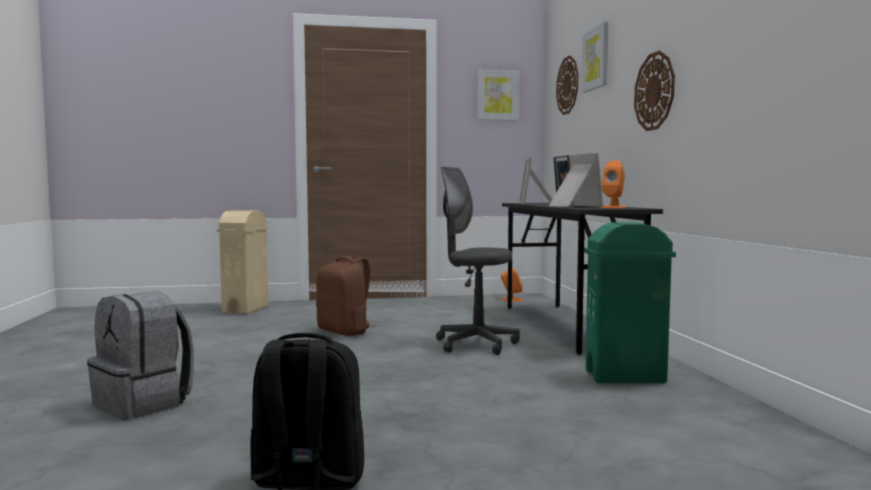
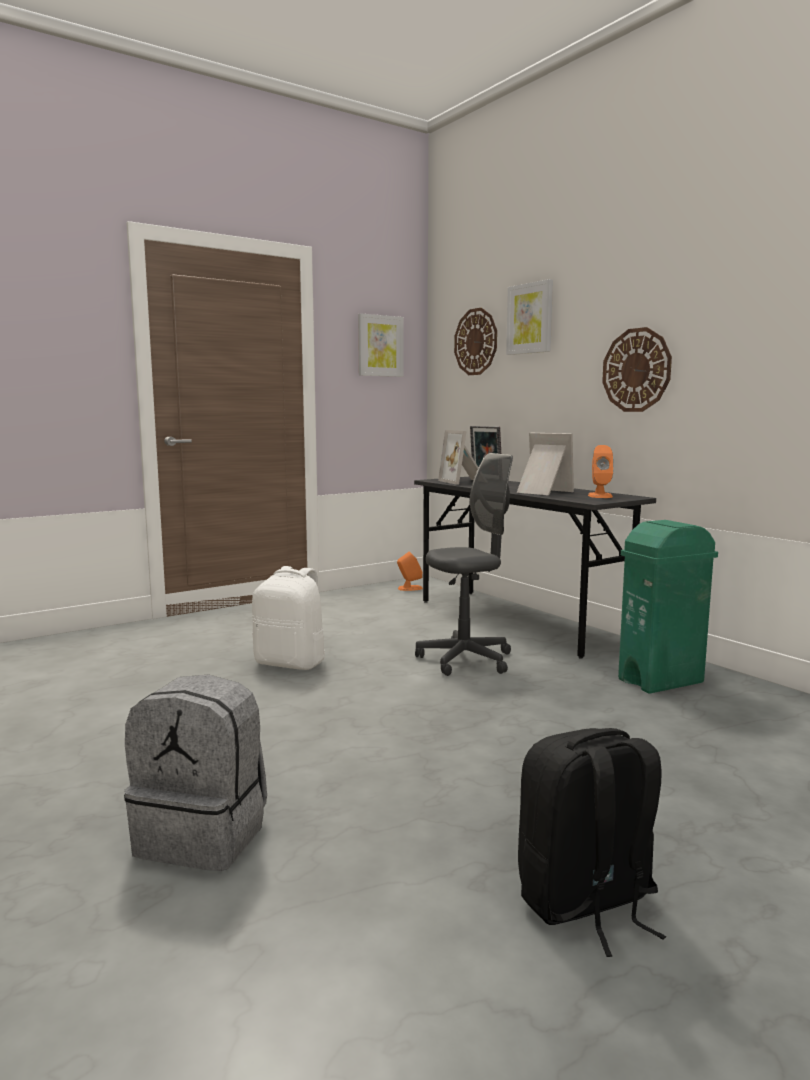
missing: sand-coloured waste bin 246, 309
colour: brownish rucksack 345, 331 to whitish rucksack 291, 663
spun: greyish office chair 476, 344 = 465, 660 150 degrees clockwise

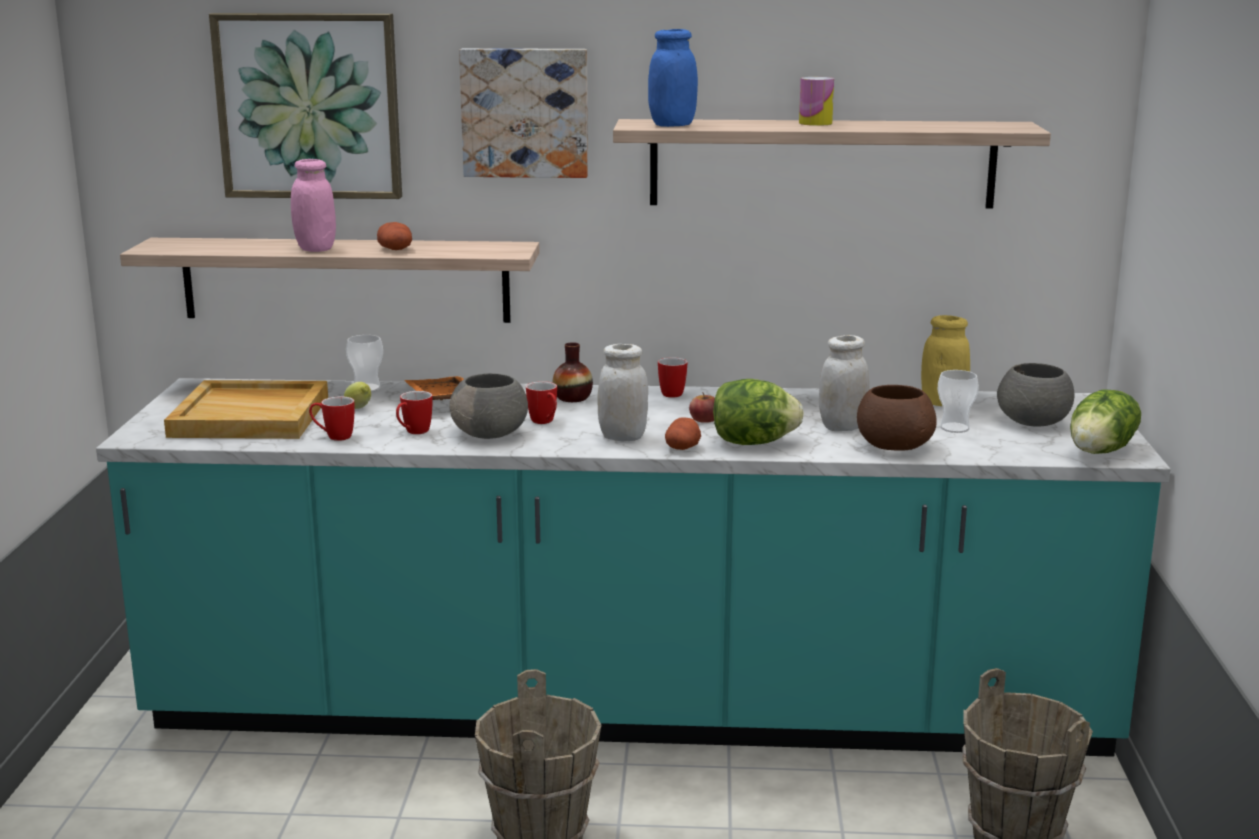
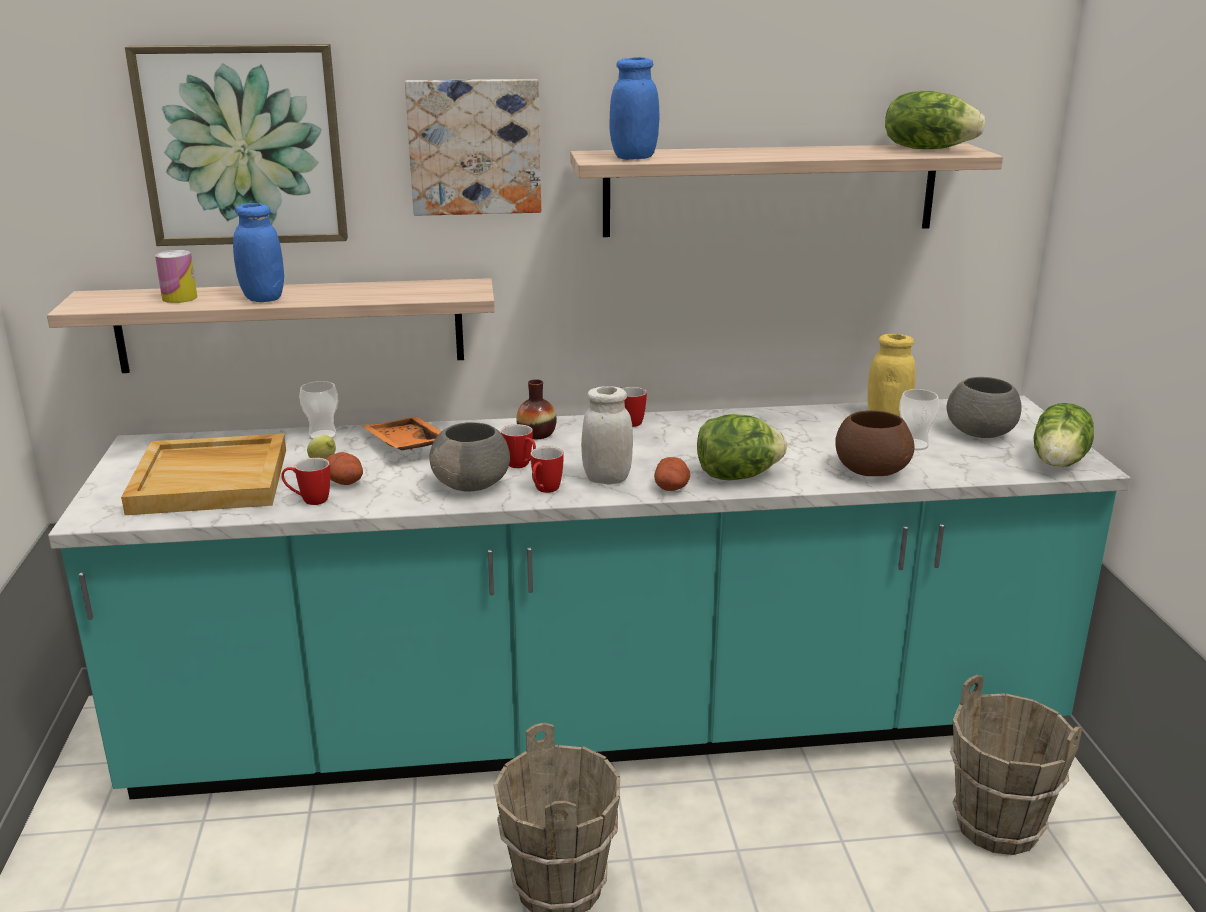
missing: apple fruit 704, 419; whitish preserve jar 842, 427
appeared: head of lettuce 927, 149
relocated: potato 396, 249 to 345, 482; tea mug 413, 432 to 544, 491; sealed can 815, 123 to 179, 298
colour: pink-coloured preserve jar 315, 249 to blue-coloured preserve jar 263, 298

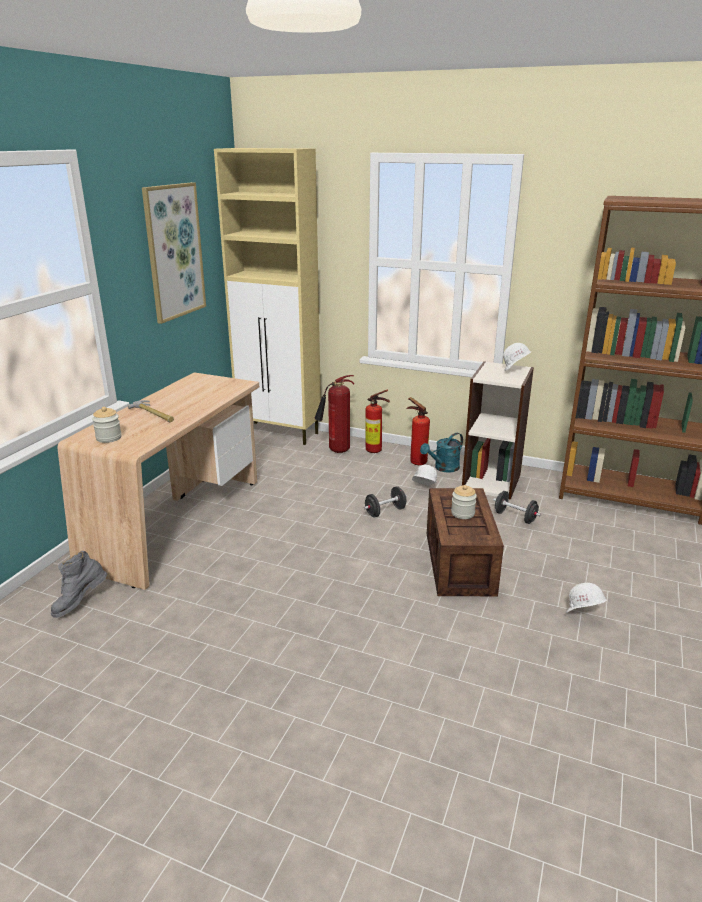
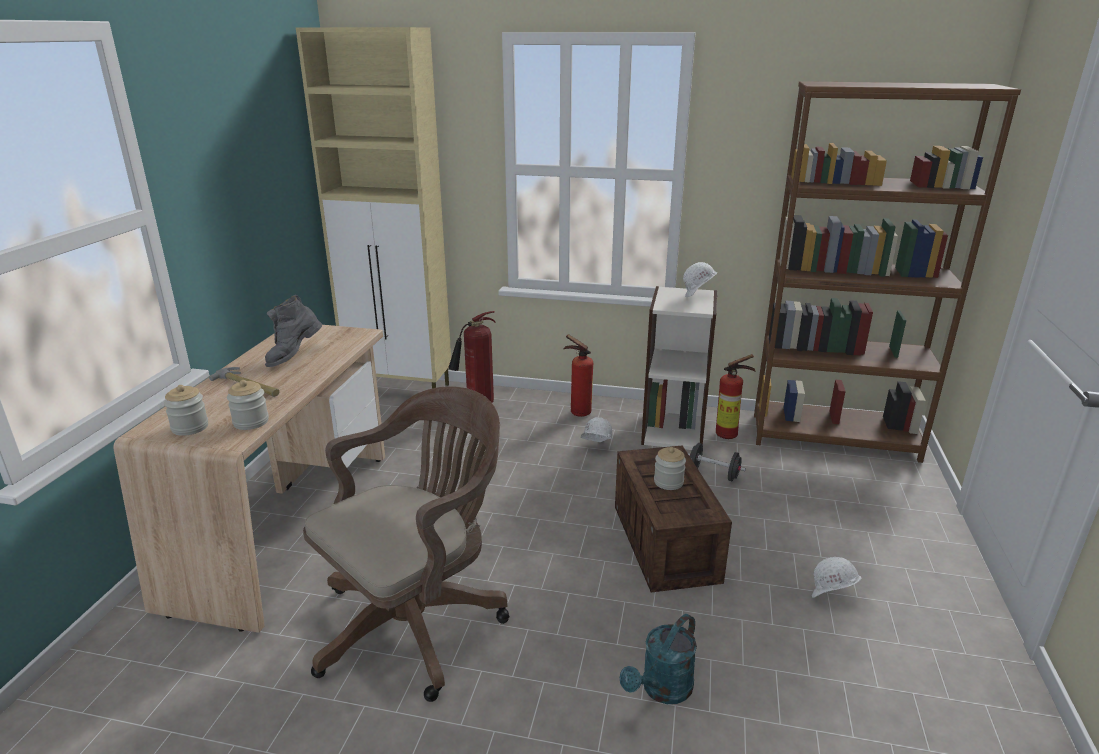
missing: picture 174, 252; black free weight 385, 511
appeared: preserve jar 251, 422; brownish office chair 418, 621
relocated: greyish boot 80, 603 to 294, 357; extinguisher 376, 451 to 730, 435; turquoise watering pot 443, 468 to 662, 690

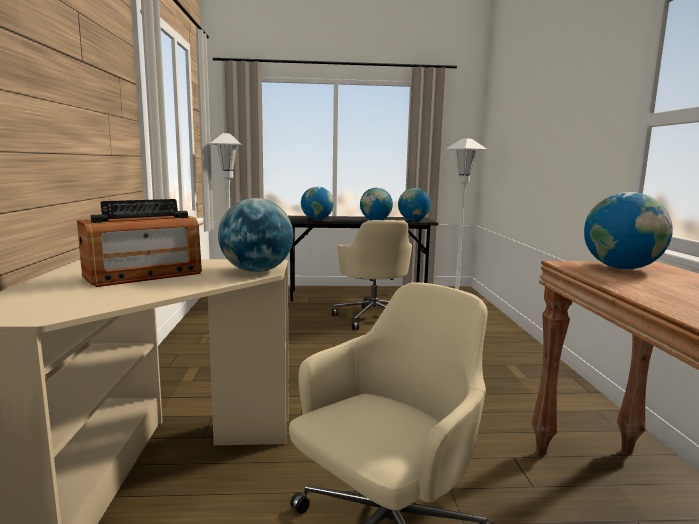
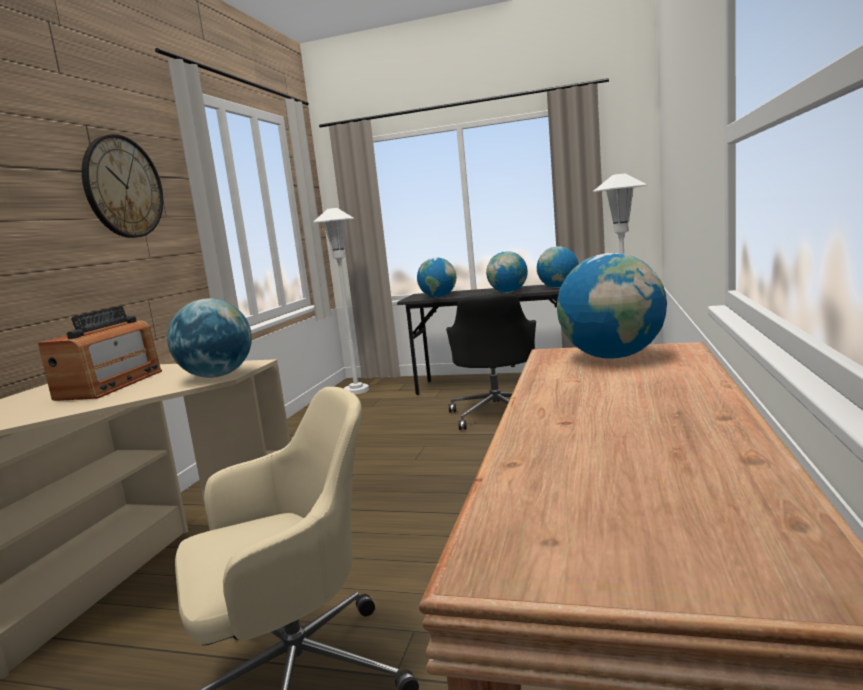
appeared: wall clock 123, 187
colour: sand-coloured office chair 373, 317 to black office chair 497, 413
spun: radio 143, 275 = 111, 385 60 degrees counterclockwise

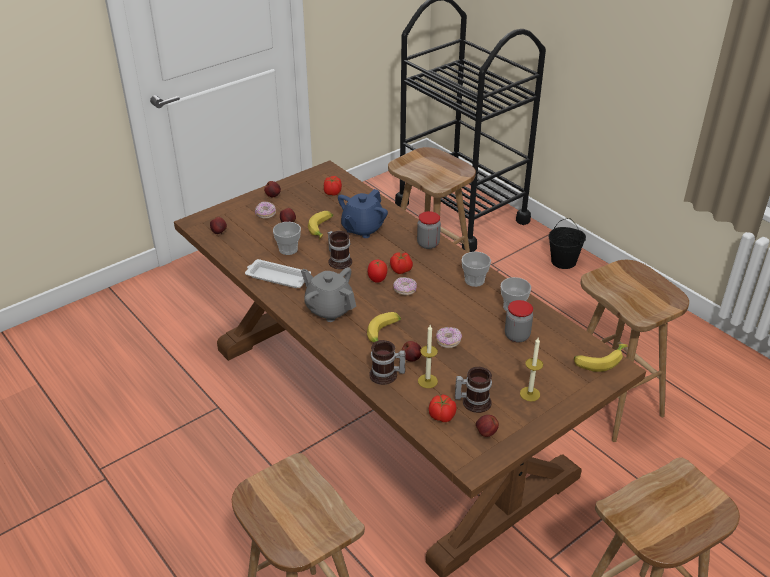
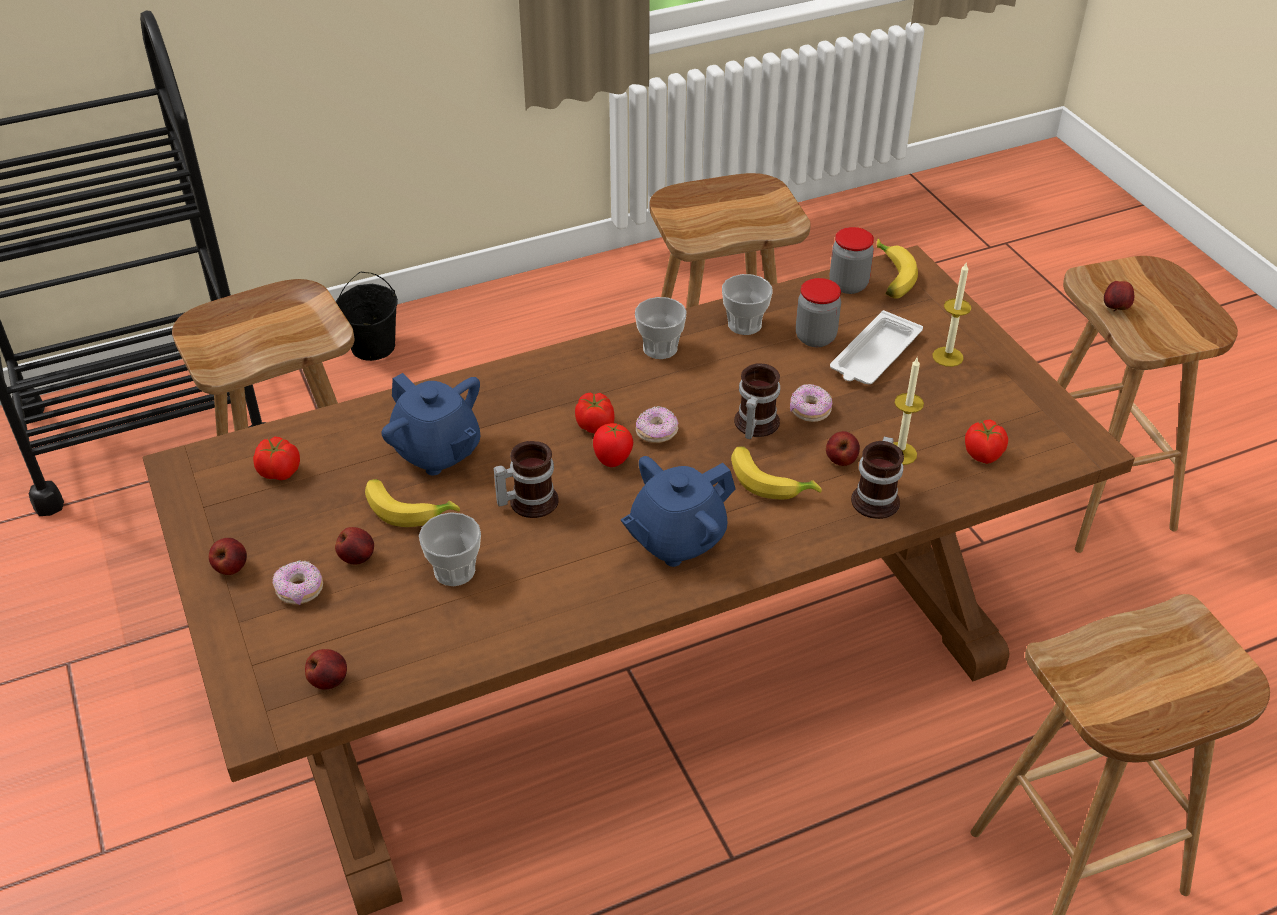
relocated: whitish carrying tray 277, 277 to 874, 356; preserve jar 428, 244 to 848, 285; tea mug 473, 401 to 753, 424; apple fruit 486, 433 to 1115, 308
colour: greyish teapot 329, 309 to blue-coloured teapot 676, 539

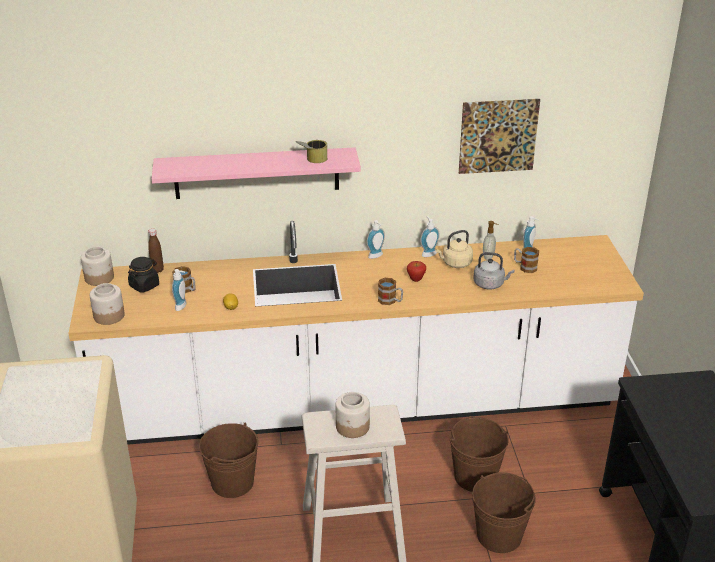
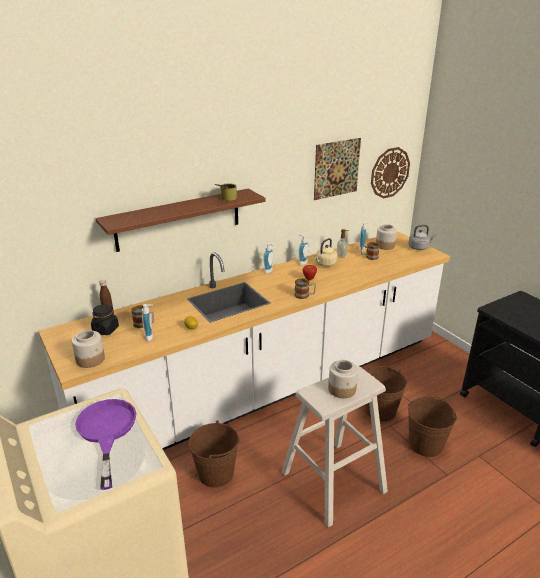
appeared: purple-coloured skillet 106, 432; wall clock 389, 172
relocated: preserve jar 99, 278 to 385, 246; greyish water kettle 490, 284 to 419, 247
colour: pink-coloured bracket shelf 256, 173 to brownish bracket shelf 178, 219

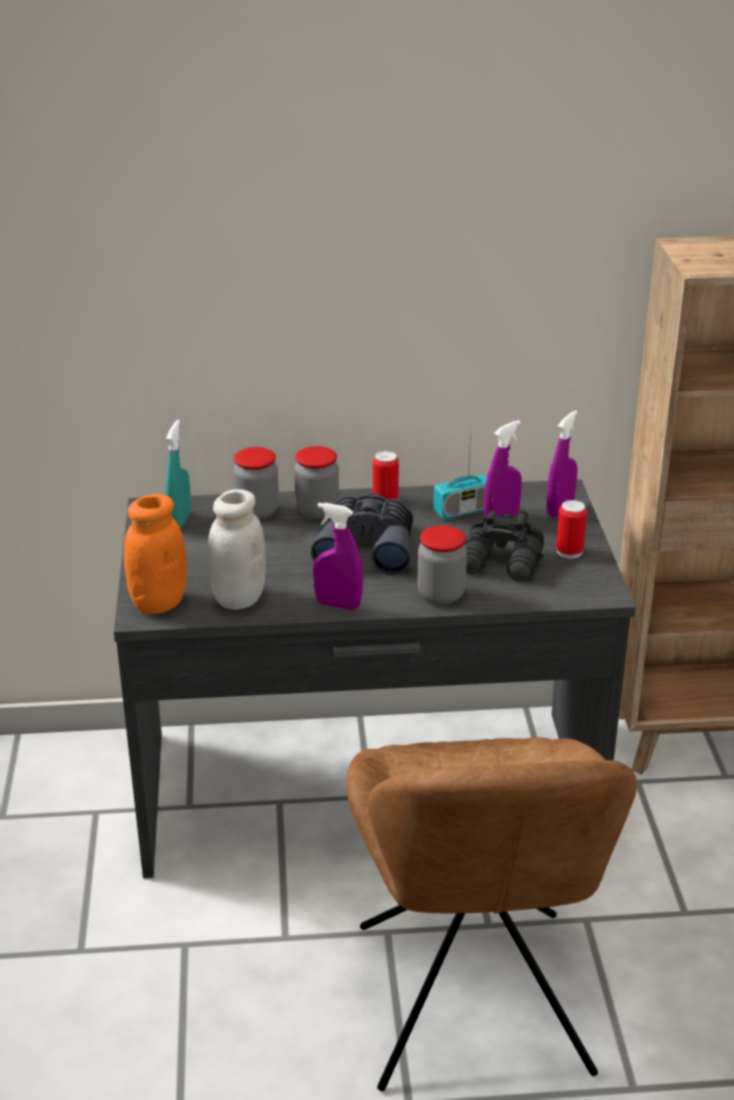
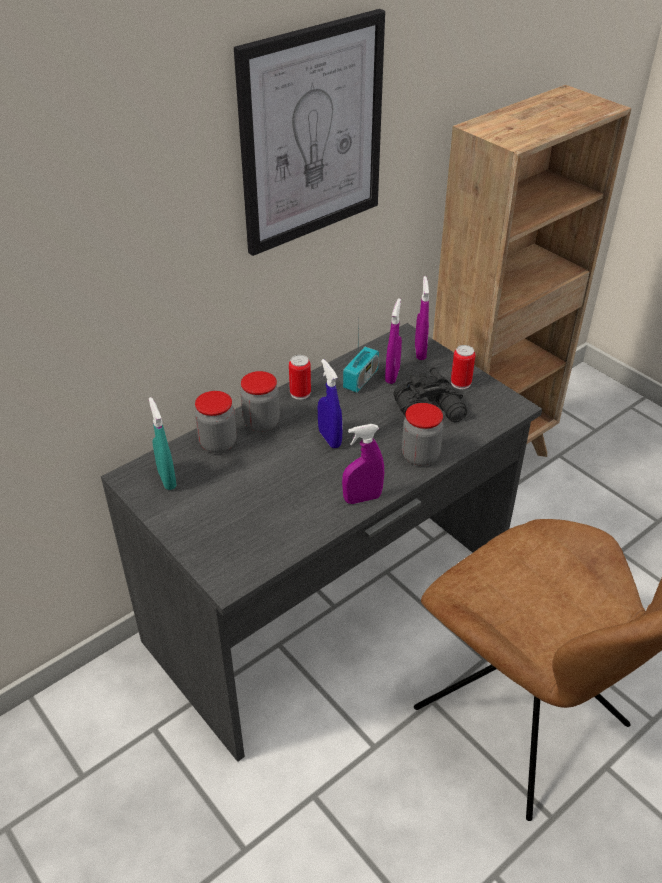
missing: orangey preserve jar 158, 603; whitish preserve jar 238, 598
appeared: picture 311, 134
exchanged: greyish pair of binoculars 367, 547 to blue-coloured spray bottle 329, 439

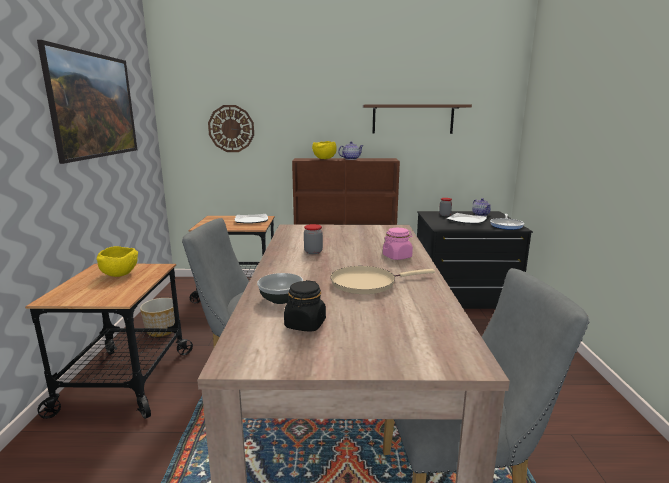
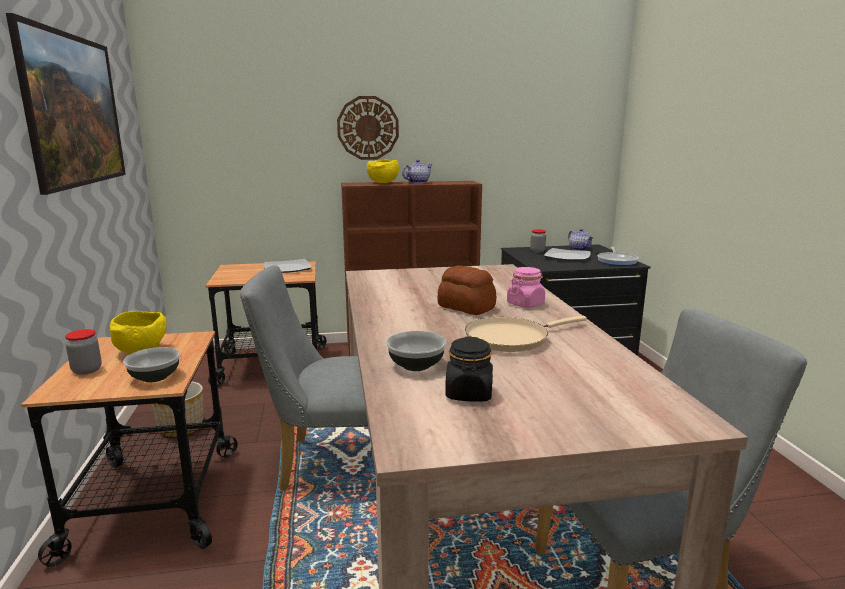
missing: brownish bracket shelf 413, 119
appeared: deep dish 155, 377; bakery bread 466, 308
relocated: wall clock 231, 128 to 368, 128; preserve jar 313, 252 to 87, 370

